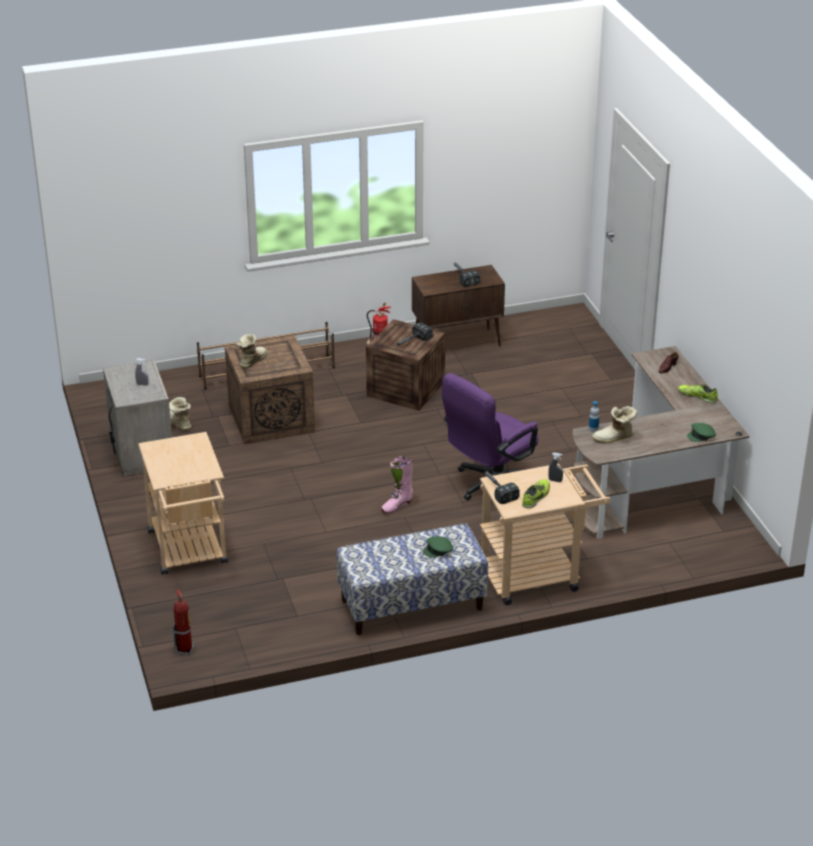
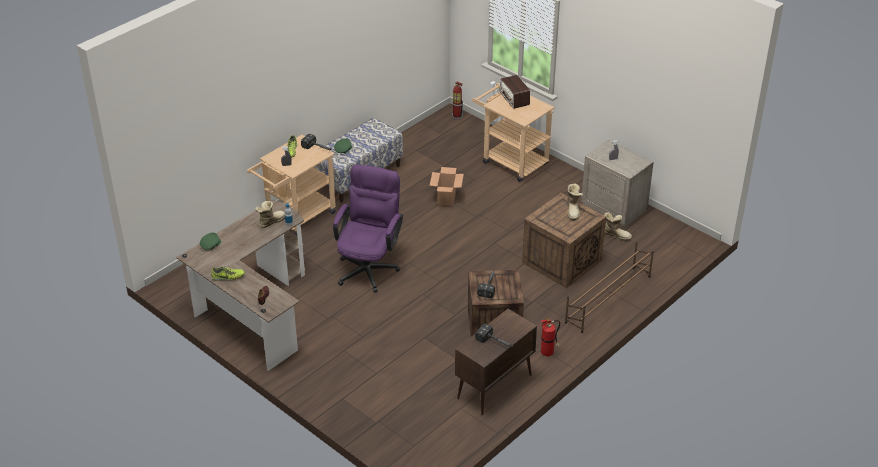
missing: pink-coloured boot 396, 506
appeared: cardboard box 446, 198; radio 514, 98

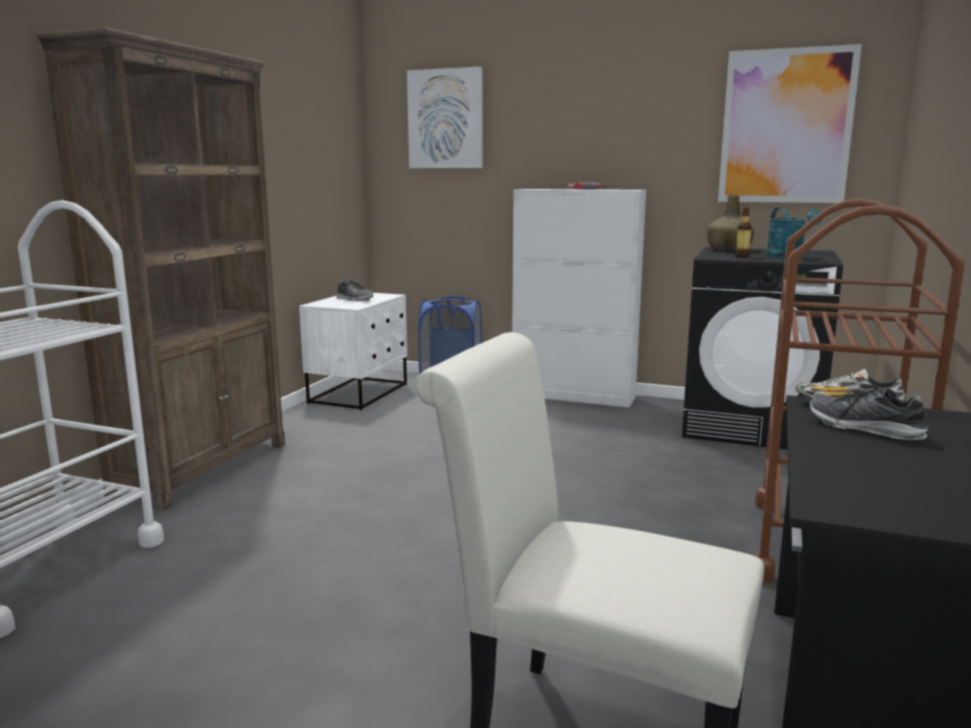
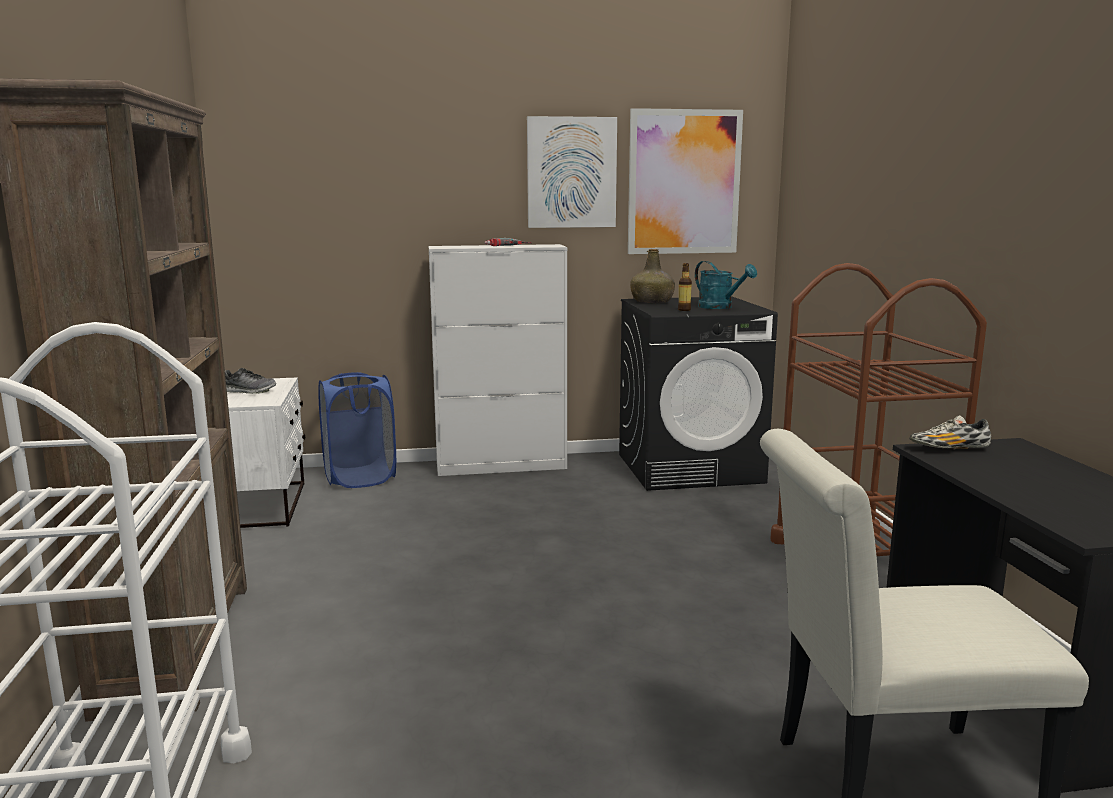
missing: low shoe 865, 428
relocated: picture 445, 119 to 571, 172

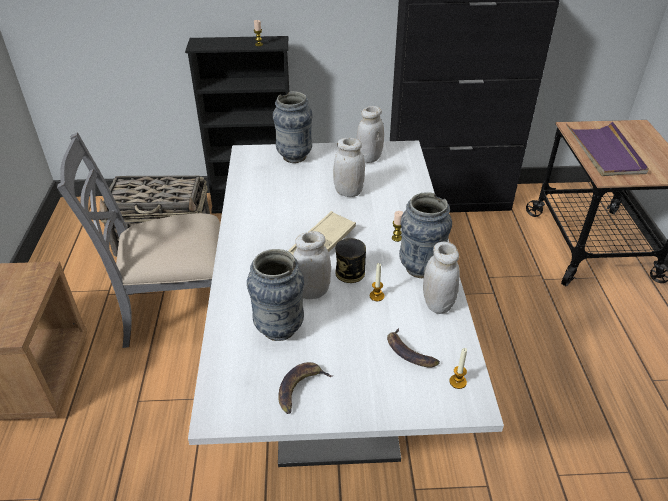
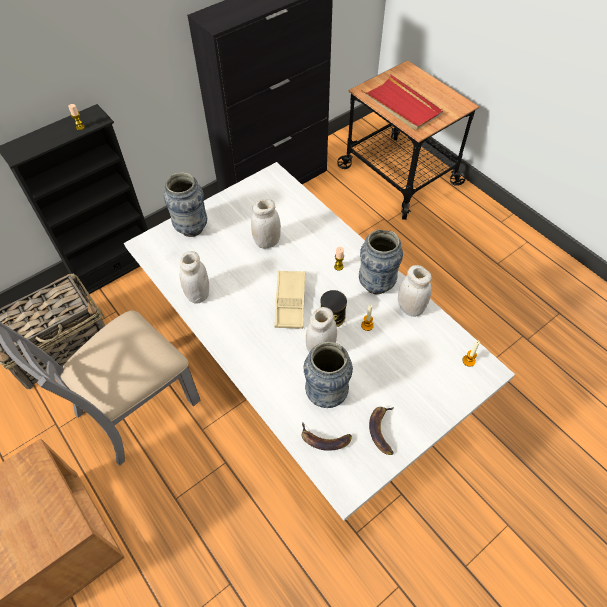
relocated: whitish preserve jar 369, 158 to 198, 294; banana 409, 353 to 324, 440
colour: purple-coloured carrying tray 604, 152 to red-coloured carrying tray 401, 105

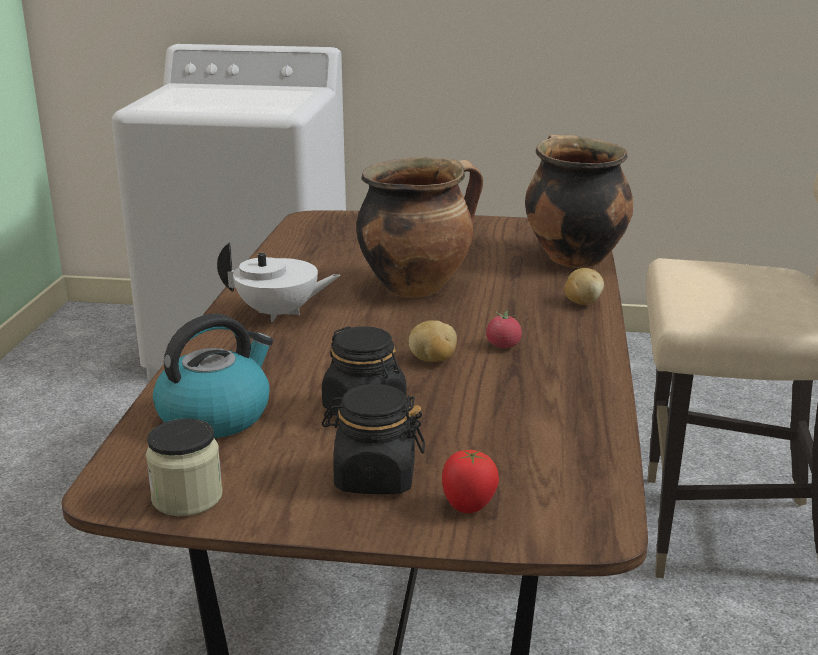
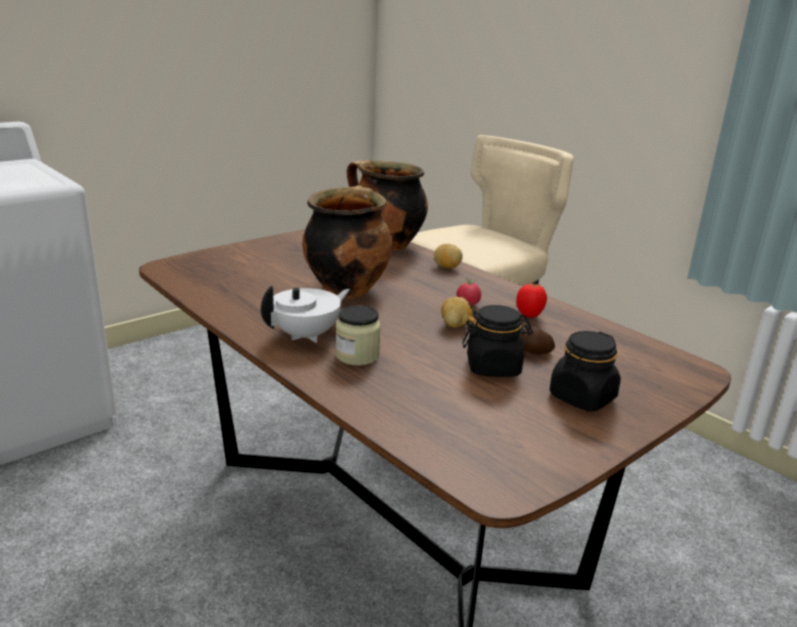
missing: water kettle 216, 415
appeared: potato 534, 352
relocated: preserve jar 187, 497 to 357, 356; whole tomato 468, 507 to 529, 315

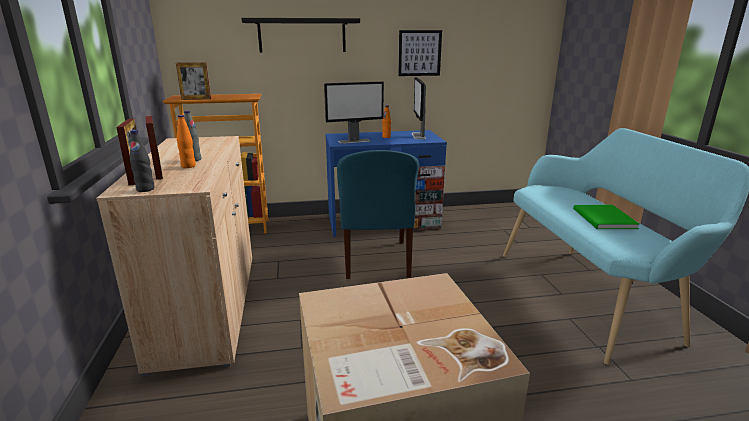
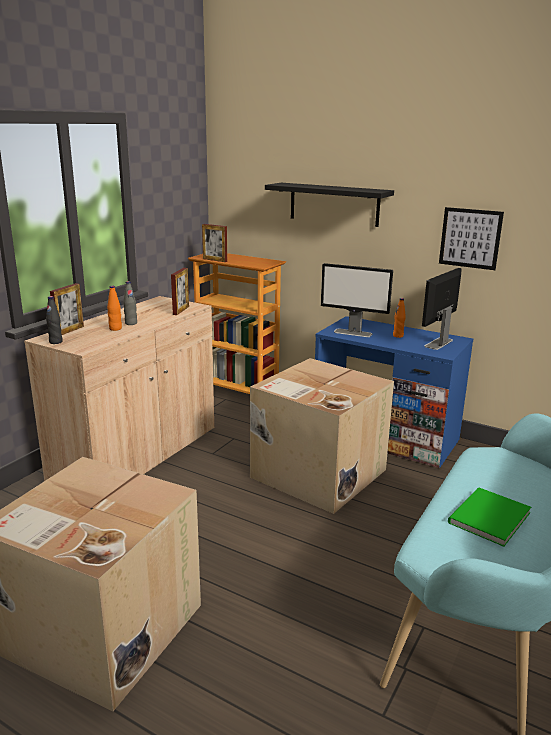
relocated: standing frame 158, 173 to 181, 310
exchanged: blue-coloured upright chair 376, 260 to cardboard box 316, 473

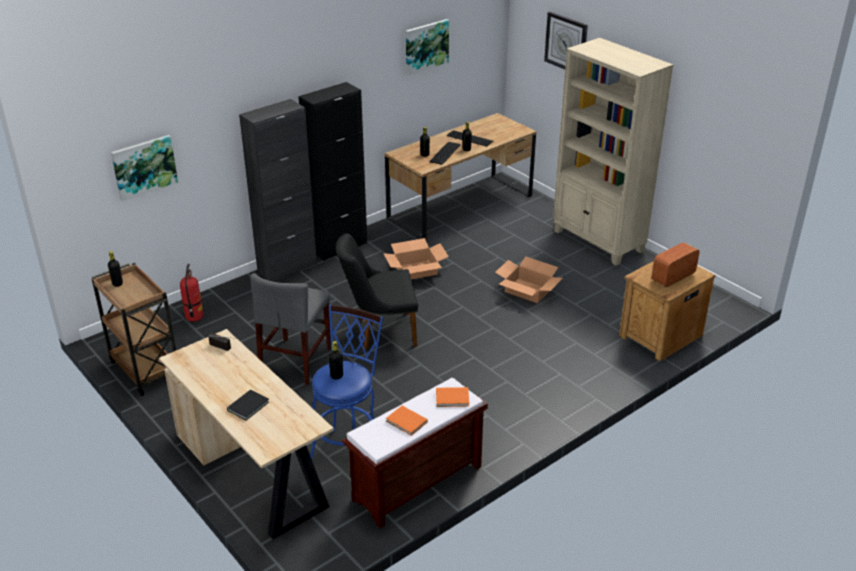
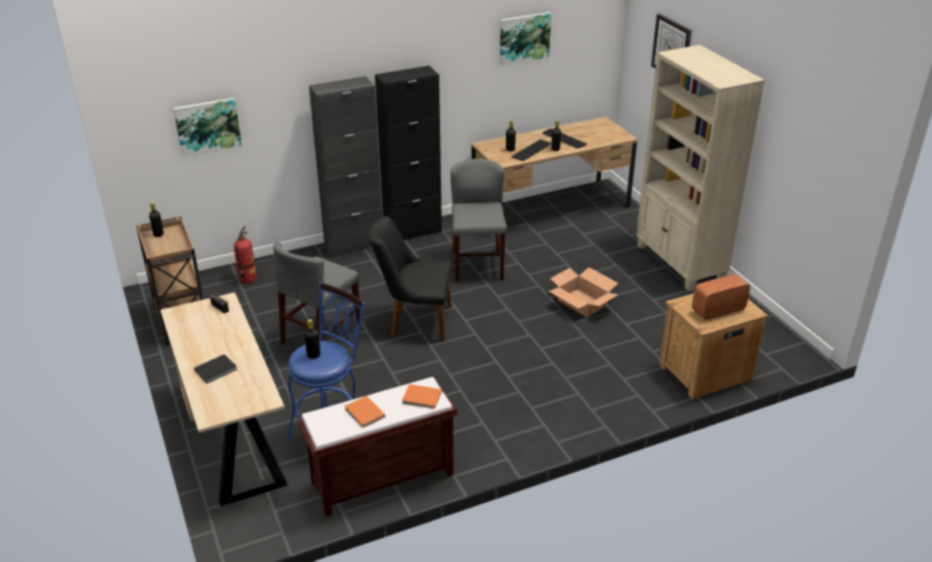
exchanged: cardboard box 416, 270 to greyish upright chair 477, 265

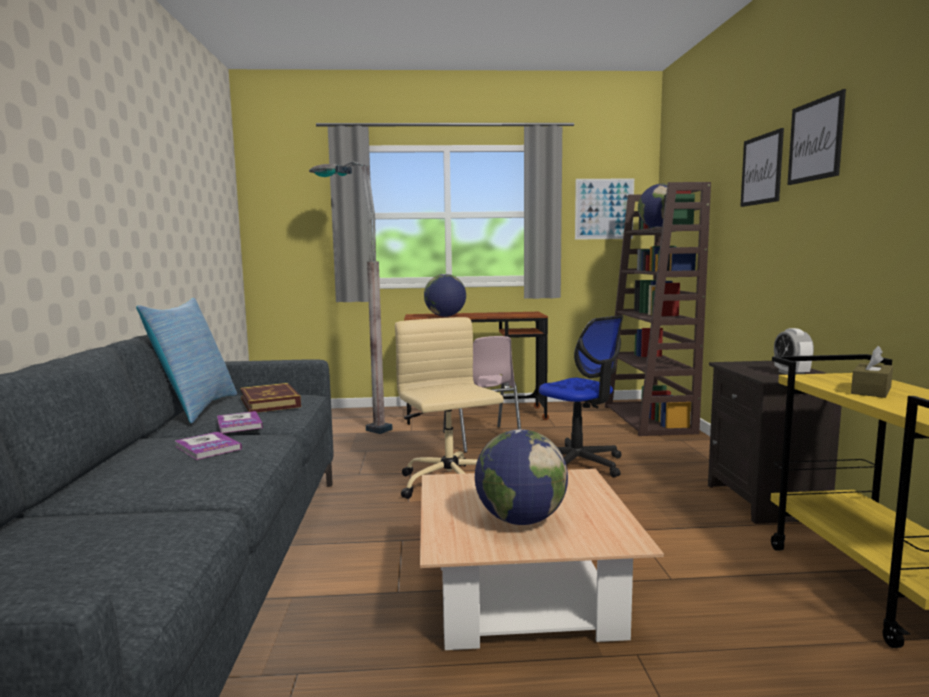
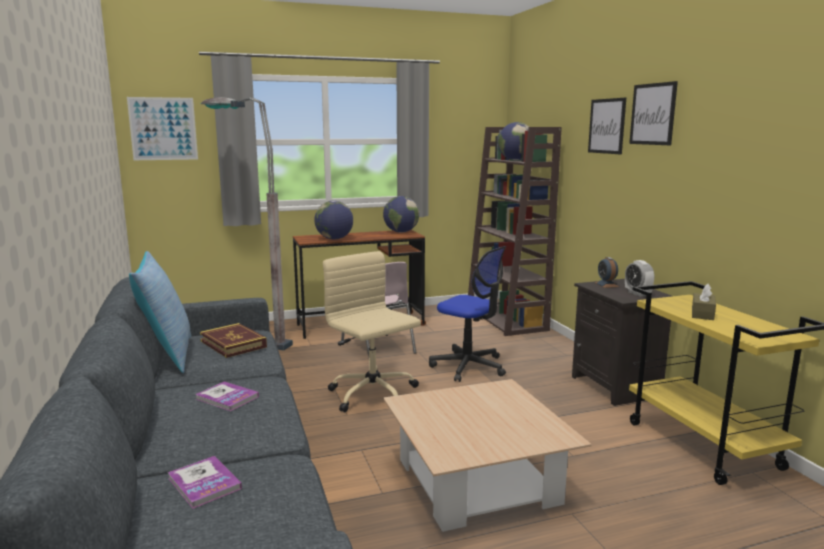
appeared: table clock 606, 284
relocated: volume 239, 424 to 204, 483; desk globe 520, 520 to 401, 232; picture 604, 209 to 163, 129

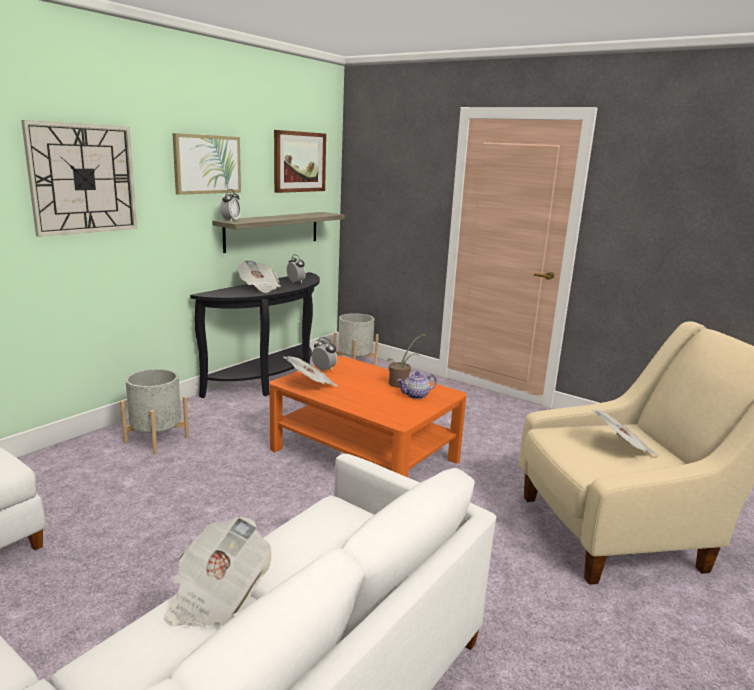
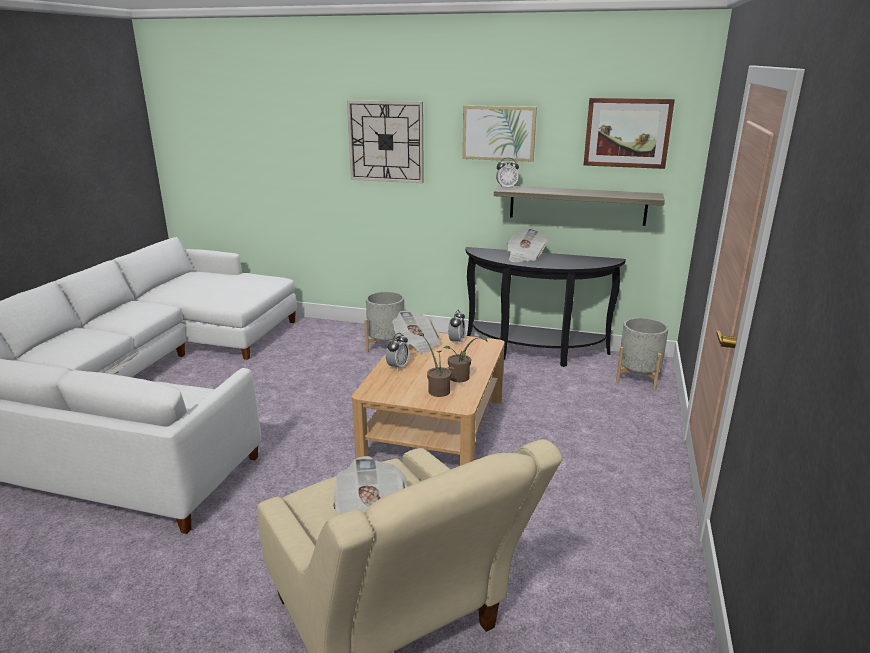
relocated: table clock 295, 282 to 397, 367
exchanged: teapot 416, 395 to houseplant 437, 390
colour: orangey low table 364, 454 to sand-coloured low table 434, 429

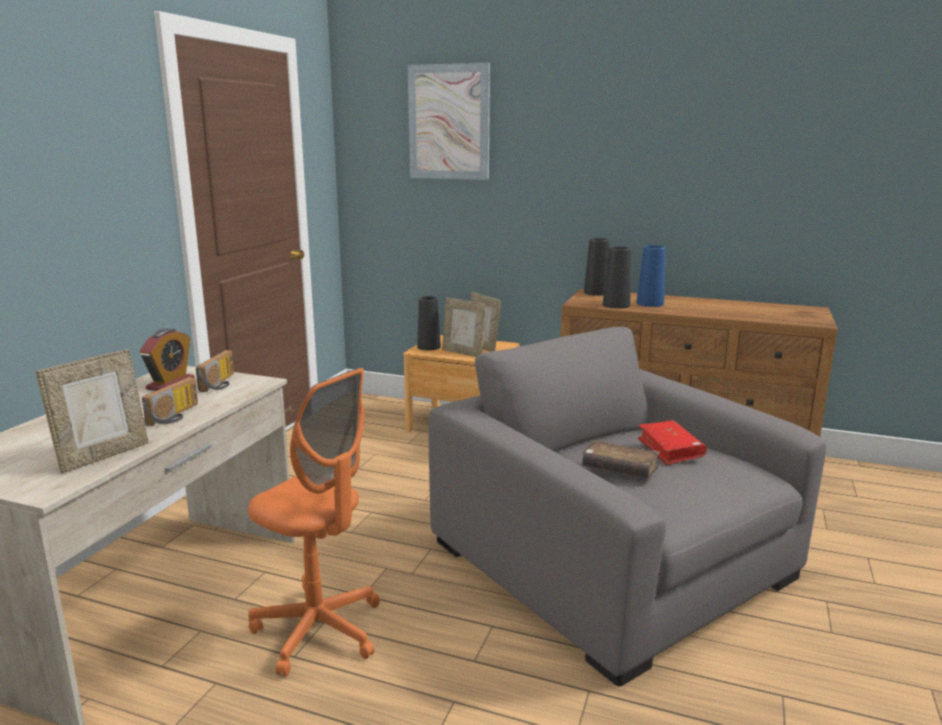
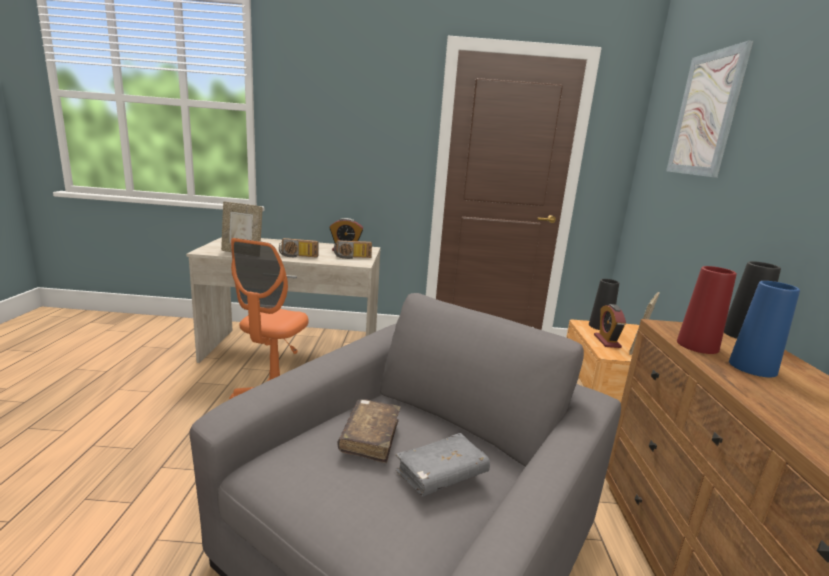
exchanged: standing frame 463, 353 to table clock 607, 341
colour: black flower vase 616, 305 to red-coloured flower vase 697, 345; red-coloured volume 670, 450 to greyish volume 441, 474

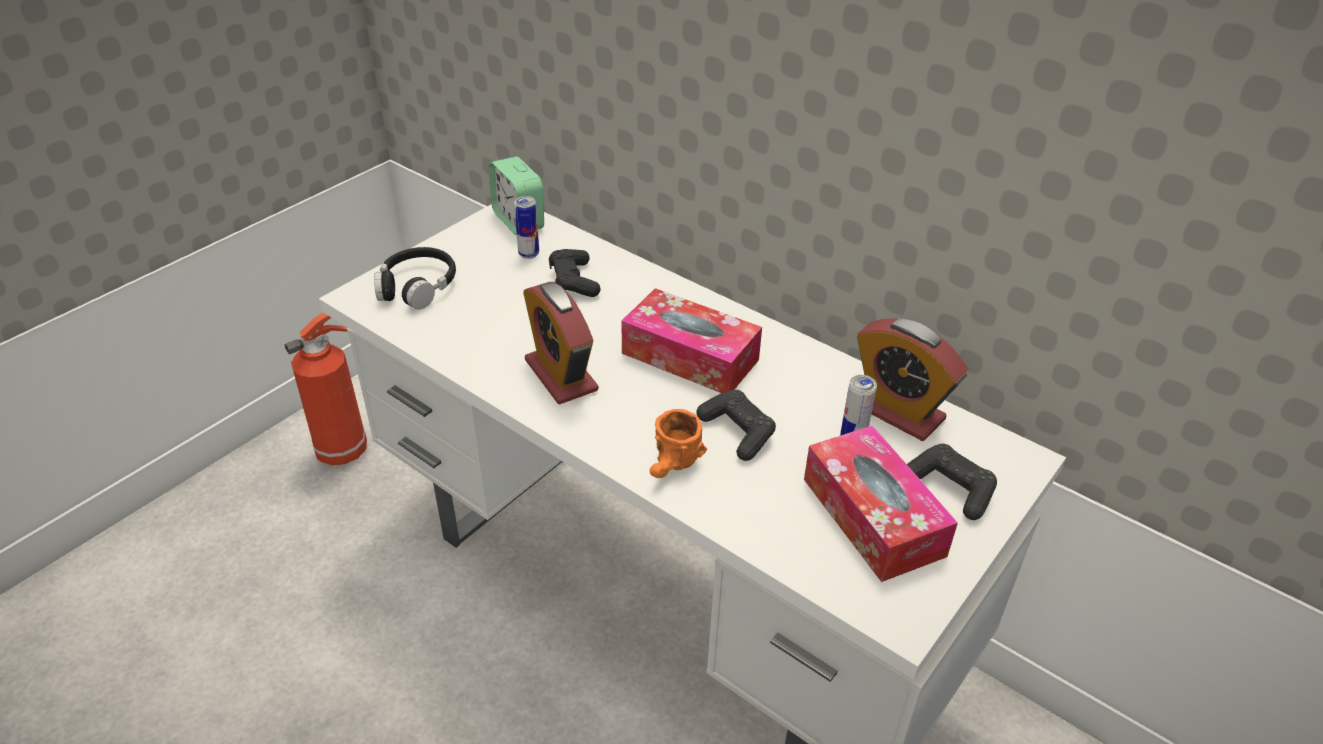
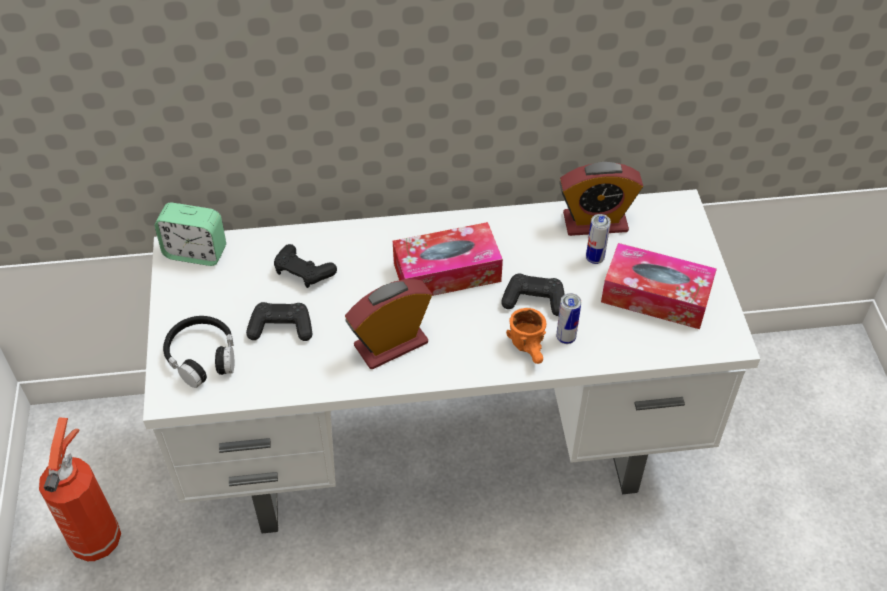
relocated: sealed can 529, 254 to 565, 338; black game controller 951, 488 to 281, 328
spun: table clock 561, 375 = 391, 344 135 degrees clockwise

